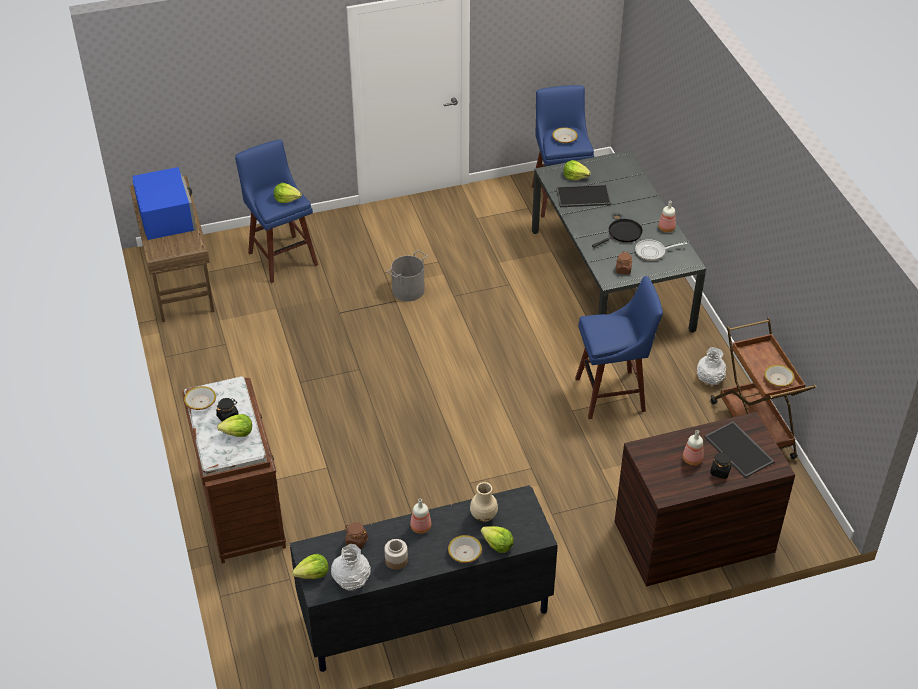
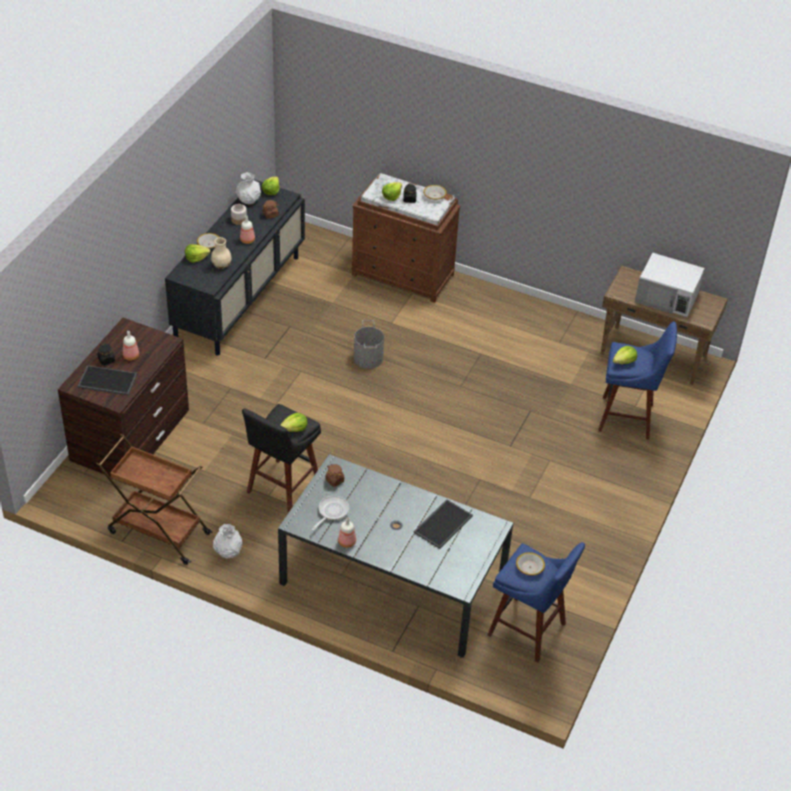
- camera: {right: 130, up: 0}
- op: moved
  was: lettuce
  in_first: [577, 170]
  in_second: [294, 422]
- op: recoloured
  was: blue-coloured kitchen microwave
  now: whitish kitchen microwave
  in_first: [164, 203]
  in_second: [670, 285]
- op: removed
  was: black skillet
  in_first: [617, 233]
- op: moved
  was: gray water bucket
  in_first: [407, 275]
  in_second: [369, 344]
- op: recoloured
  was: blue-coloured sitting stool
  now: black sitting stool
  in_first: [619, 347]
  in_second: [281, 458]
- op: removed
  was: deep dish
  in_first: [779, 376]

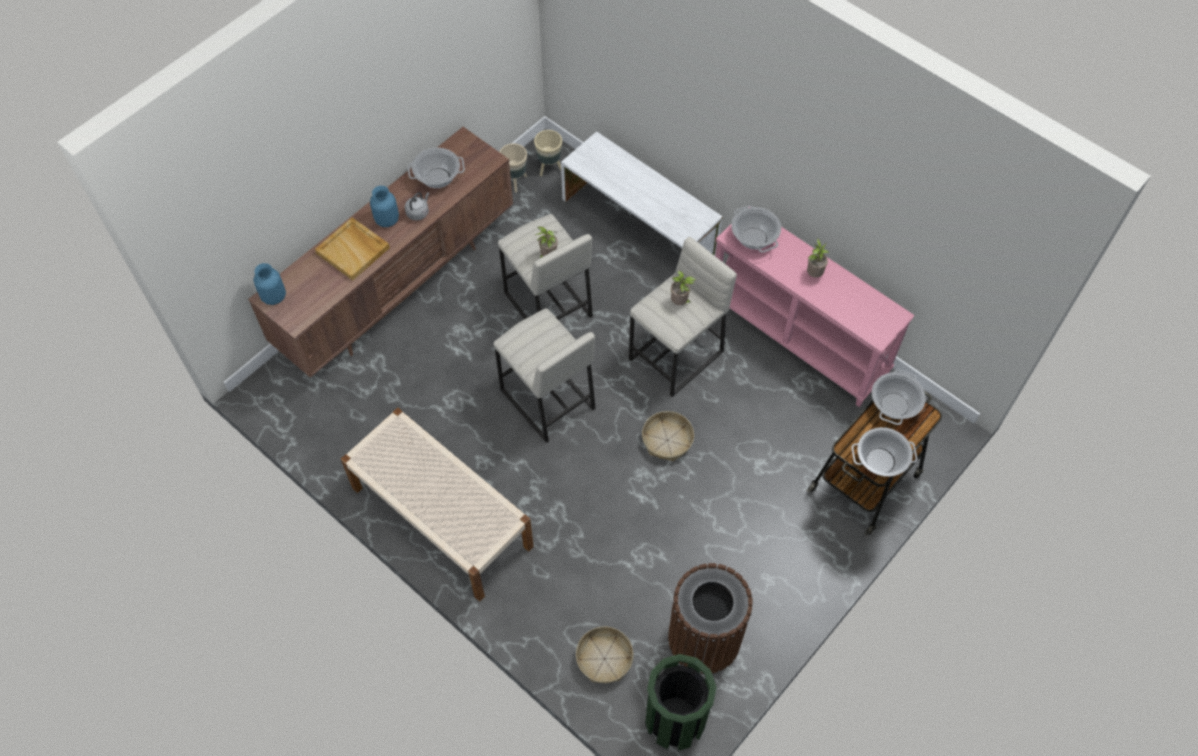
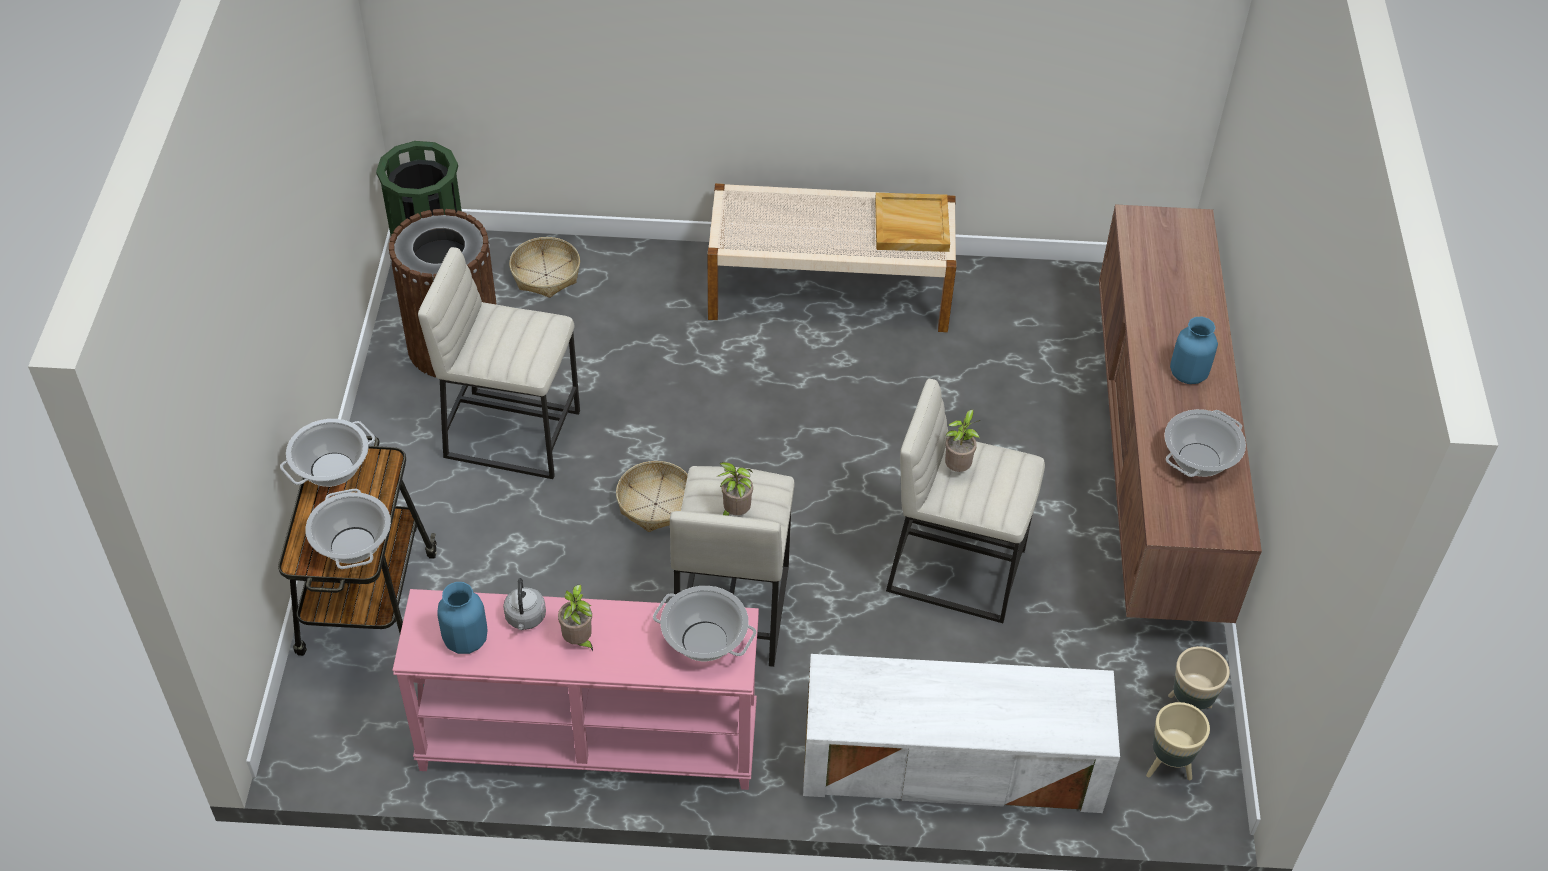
- camera: {right: 140, up: -10}
- op: moved
  was: gray kettle
  in_first: [417, 206]
  in_second: [524, 604]
- op: moved
  was: sand-coloured carrying tray
  in_first: [352, 249]
  in_second: [912, 222]
- op: moved
  was: blue-coloured flower vase
  in_first: [269, 284]
  in_second: [462, 618]
- op: moved
  was: sand-coloured sitting stool
  in_first: [544, 375]
  in_second: [499, 363]

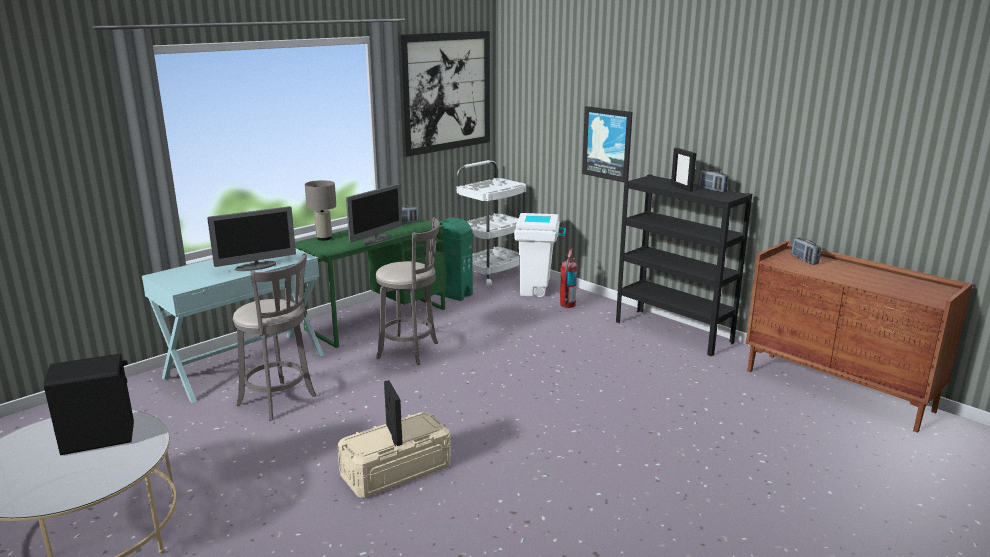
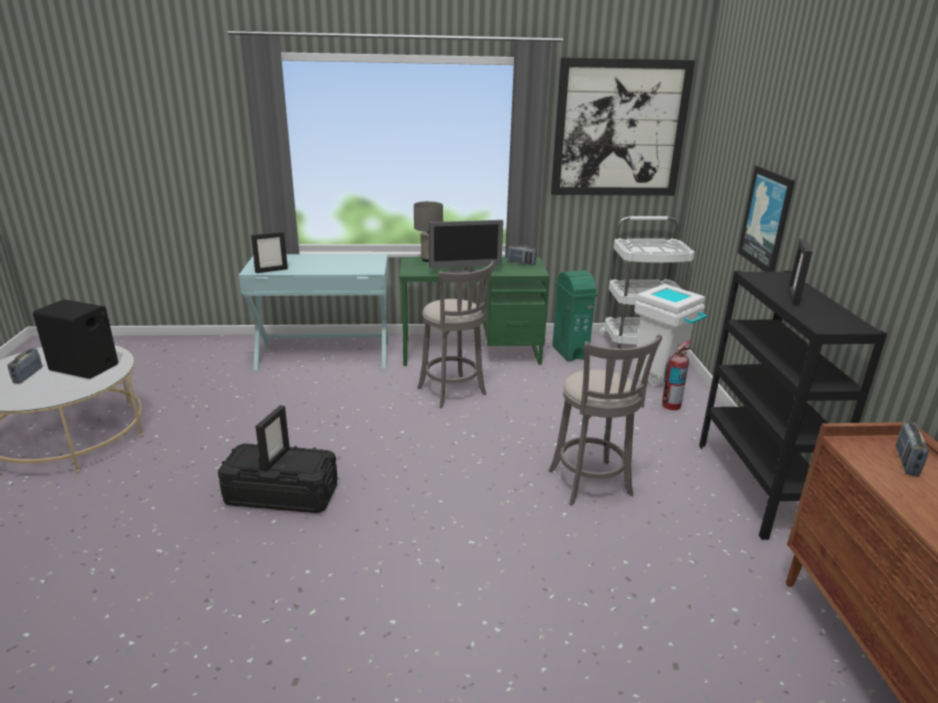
- camera: {right: 40, up: 5}
- op: moved
  was: radio set
  in_first: [714, 181]
  in_second: [24, 366]
- op: removed
  was: monitor
  in_first: [251, 238]
- op: moved
  was: gray sitting stool
  in_first: [274, 337]
  in_second: [605, 419]
- op: recoloured
  was: sand-coloured storage bin
  now: black storage bin
  in_first: [394, 455]
  in_second: [278, 478]
- op: added
  now: standing frame
  in_second: [269, 252]

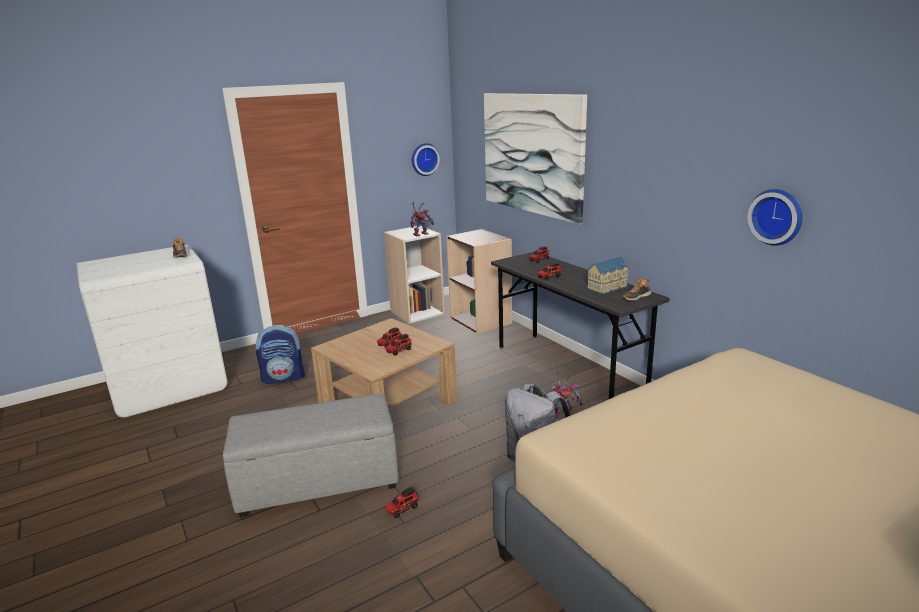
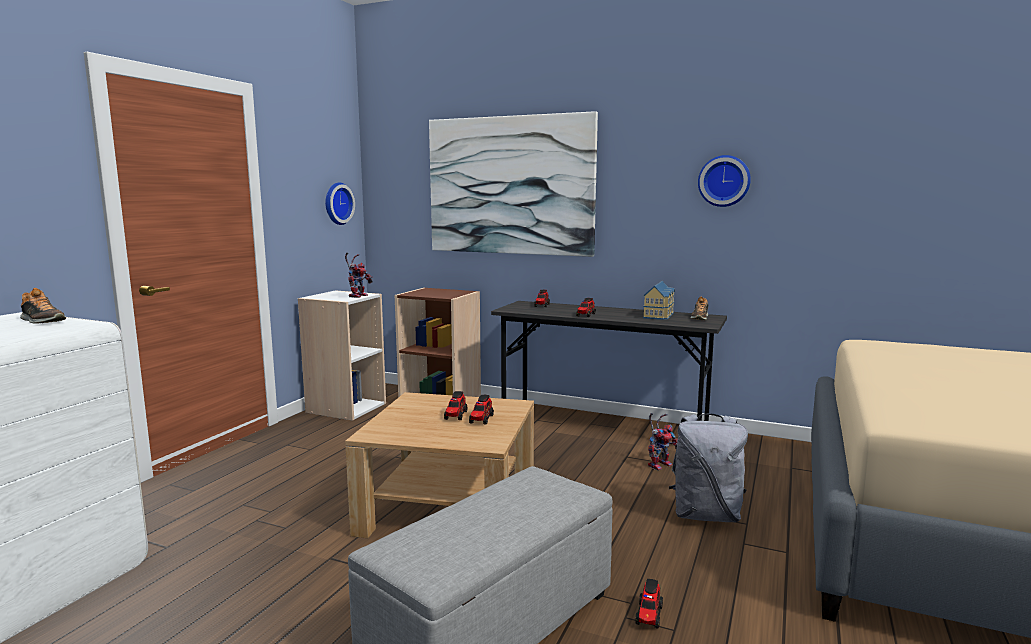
- camera: {right: -35, up: -10}
- op: moved
  was: clock on the wall
  in_first: [775, 217]
  in_second: [724, 181]
- op: removed
  was: backpack
  in_first: [280, 354]

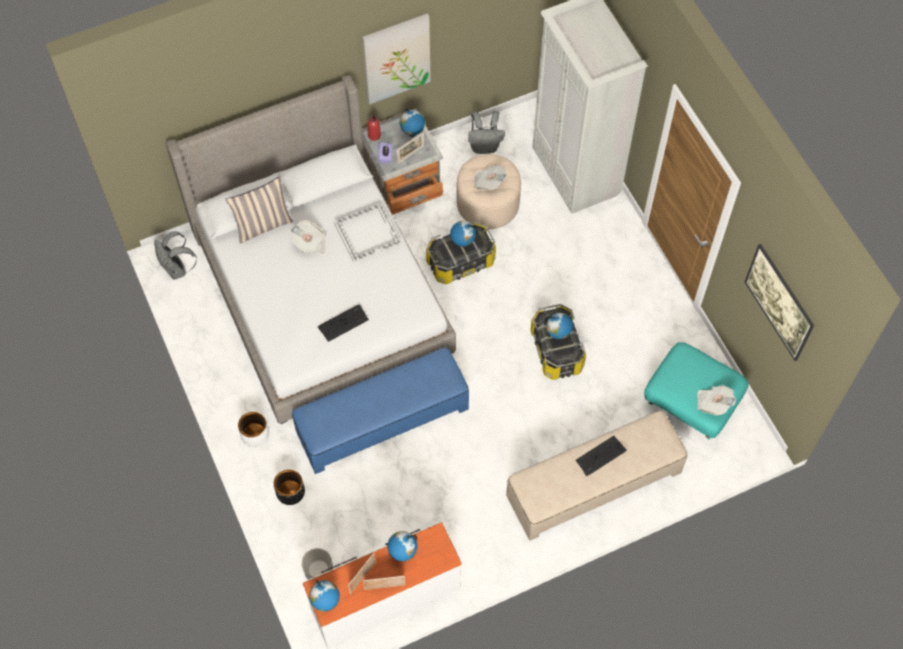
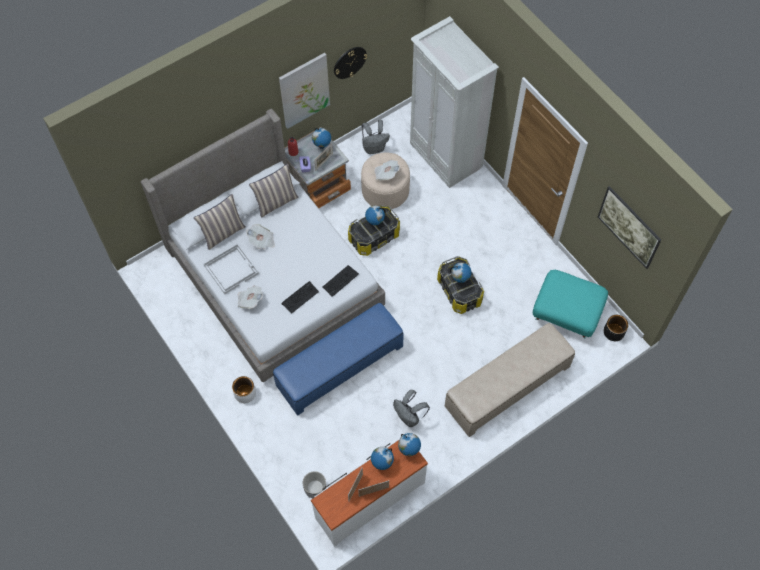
- camera: {right: -10, up: 0}
- op: moved
  was: whitish carrying tray
  in_first: [367, 233]
  in_second: [231, 269]
- op: moved
  was: gray backpack
  in_first: [175, 255]
  in_second: [411, 408]
- op: moved
  was: newspaper
  in_first: [716, 400]
  in_second: [250, 297]
- op: moved
  was: keyboard
  in_first: [601, 456]
  in_second: [341, 281]
- op: moved
  was: black flower pot
  in_first: [289, 487]
  in_second: [616, 328]
- op: moved
  was: desk globe
  in_first: [324, 595]
  in_second: [409, 444]
- op: added
  now: clock on the wall
  in_second: [350, 63]
- op: added
  now: throw pillow
  in_second: [274, 191]

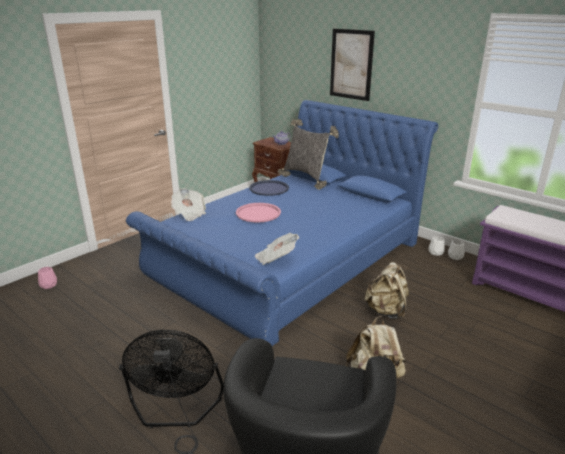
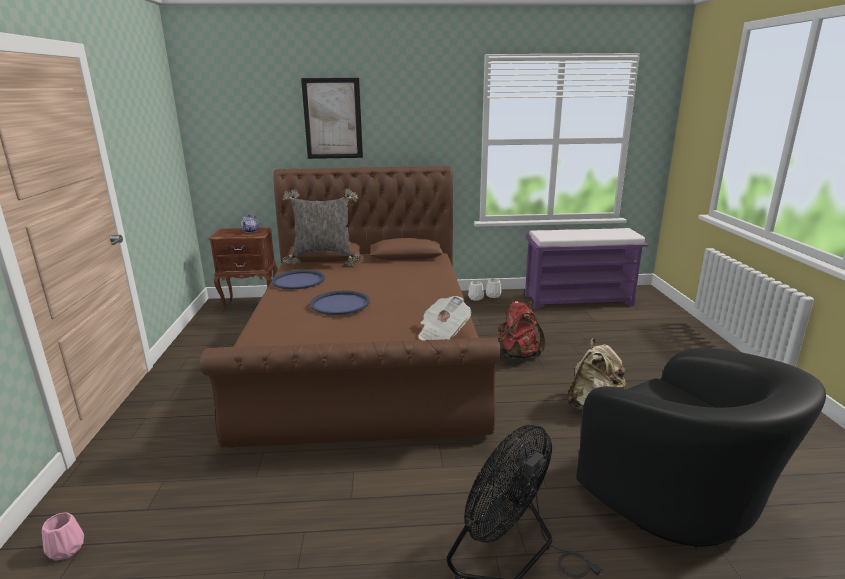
- camera: {right: -45, up: -5}
- op: recoloured
  was: blue-coloured sleeping bed
  now: brown sleeping bed
  in_first: [282, 223]
  in_second: [350, 307]
- op: removed
  was: newspaper
  in_first: [188, 204]
- op: recoloured
  was: pinkish carrying tray
  now: blue-coloured carrying tray
  in_first: [258, 213]
  in_second: [340, 303]
- op: recoloured
  was: sand-coloured backpack
  now: red-coloured backpack
  in_first: [387, 291]
  in_second: [522, 329]

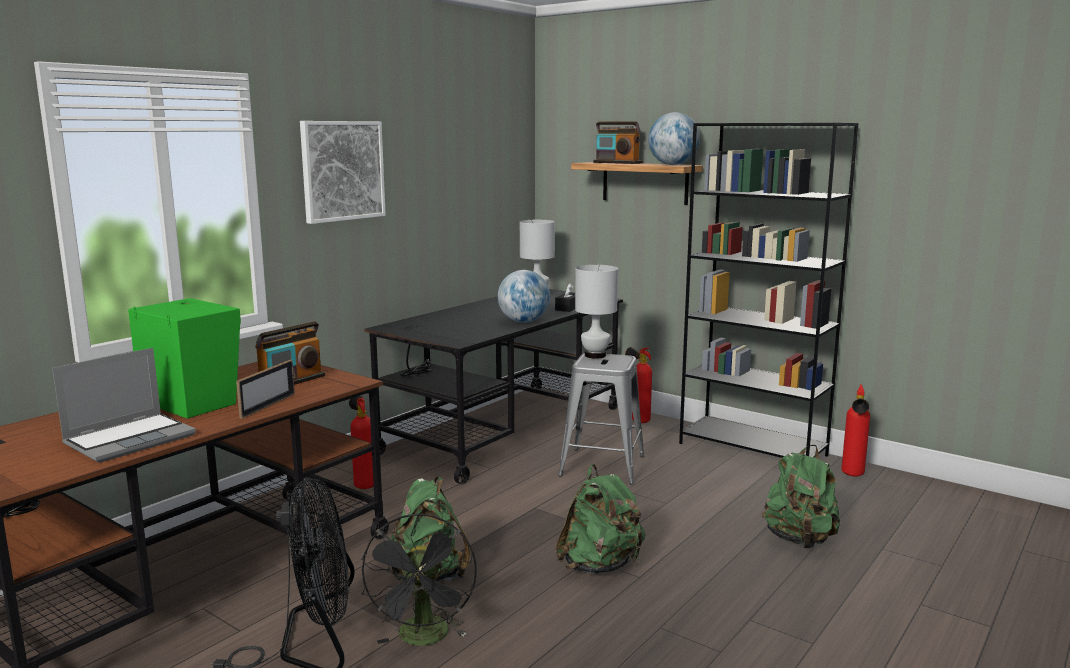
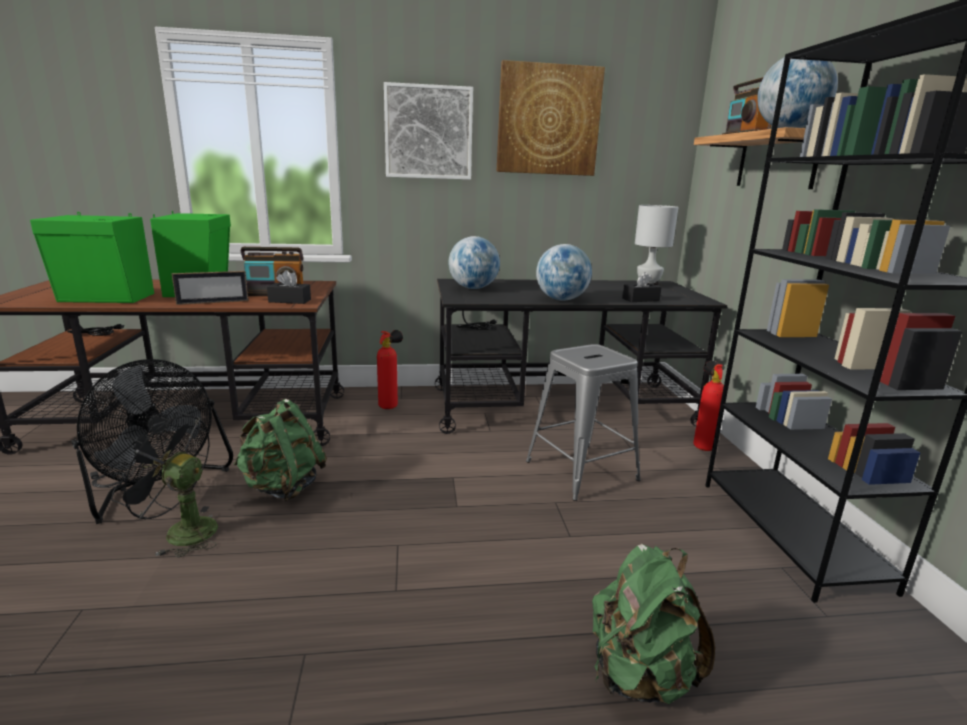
- camera: {right: 45, up: 5}
- op: removed
  was: whitish tabletop lamp
  in_first: [596, 312]
- op: replaced
  was: laptop
  now: green-coloured audio speaker
  in_first: [124, 405]
  in_second: [92, 257]
- op: removed
  was: extinguisher
  in_first: [855, 430]
- op: removed
  was: green-coloured backpack
  in_first: [600, 519]
- op: turned
  was: black fan
  in_first: [419, 579]
  in_second: [163, 484]
  clockwise: 60
- op: added
  now: picture
  in_second: [550, 118]
- op: added
  now: desk globe
  in_second: [474, 262]
- op: added
  now: black tissue box
  in_second: [289, 287]

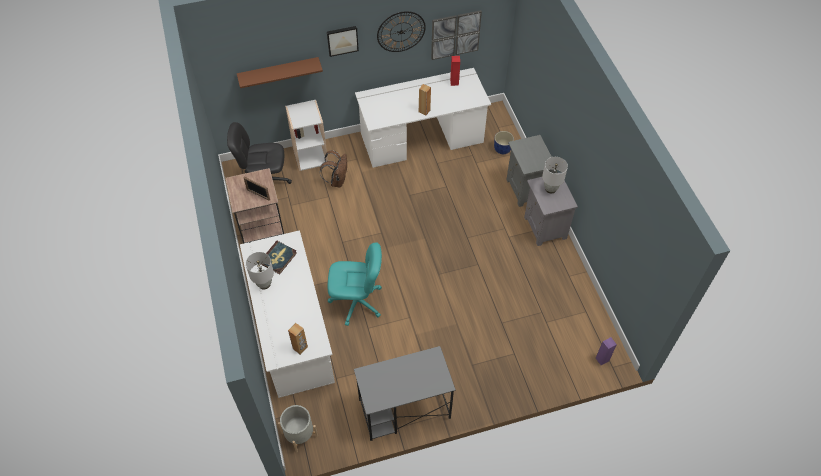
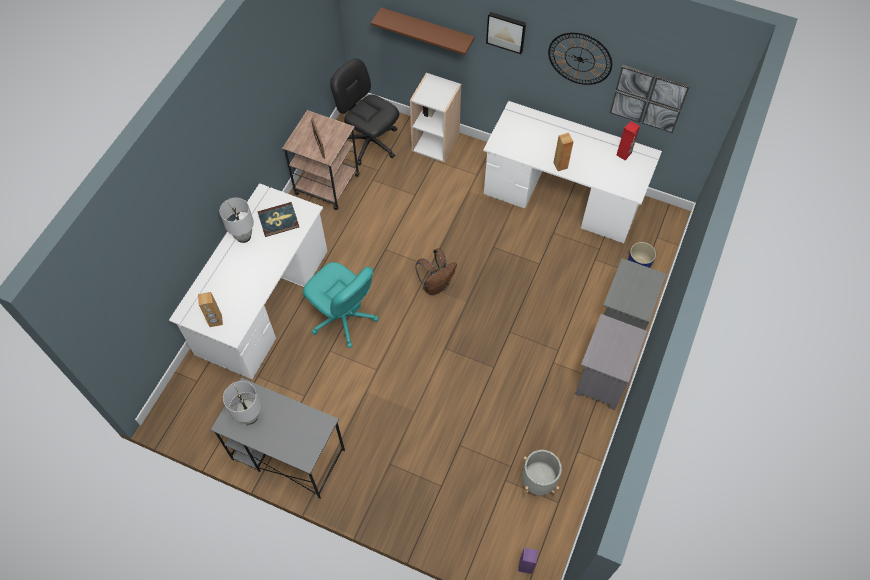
- camera: {right: 40, up: 5}
- op: moved
  was: brown backpack
  in_first: [333, 168]
  in_second: [436, 271]
- op: moved
  was: whitish tabletop lamp
  in_first: [555, 175]
  in_second: [242, 402]
- op: moved
  was: gray flower pot
  in_first: [298, 429]
  in_second: [541, 474]

